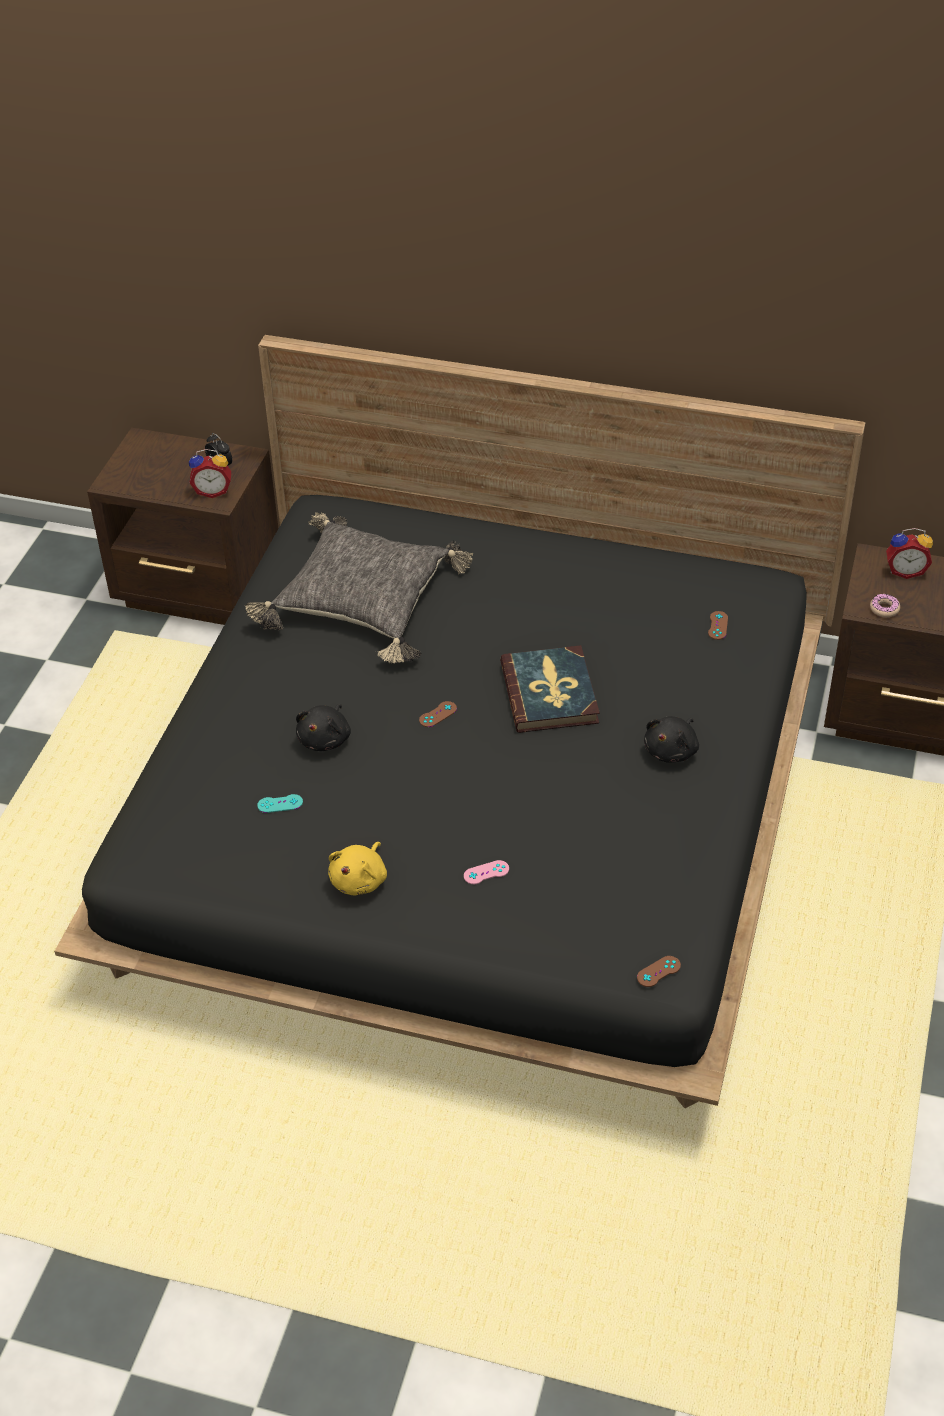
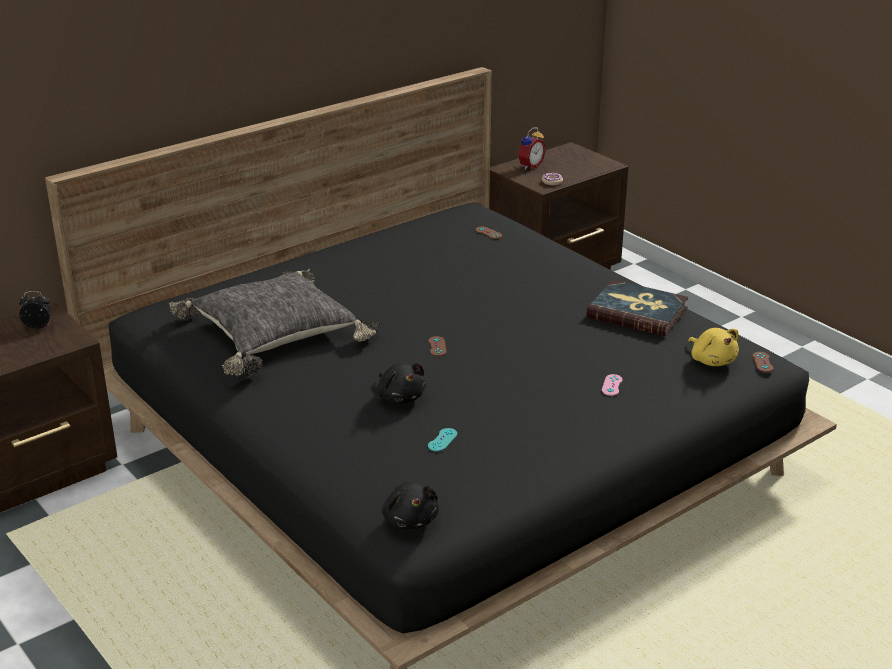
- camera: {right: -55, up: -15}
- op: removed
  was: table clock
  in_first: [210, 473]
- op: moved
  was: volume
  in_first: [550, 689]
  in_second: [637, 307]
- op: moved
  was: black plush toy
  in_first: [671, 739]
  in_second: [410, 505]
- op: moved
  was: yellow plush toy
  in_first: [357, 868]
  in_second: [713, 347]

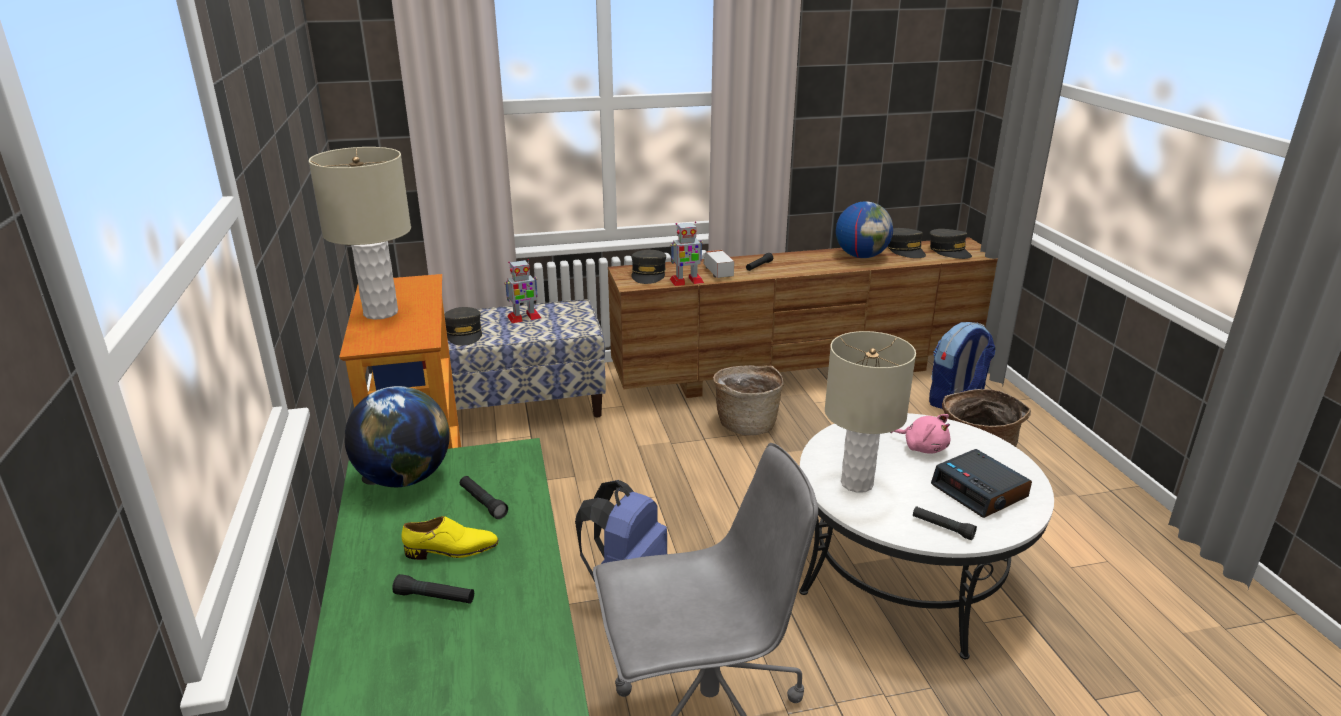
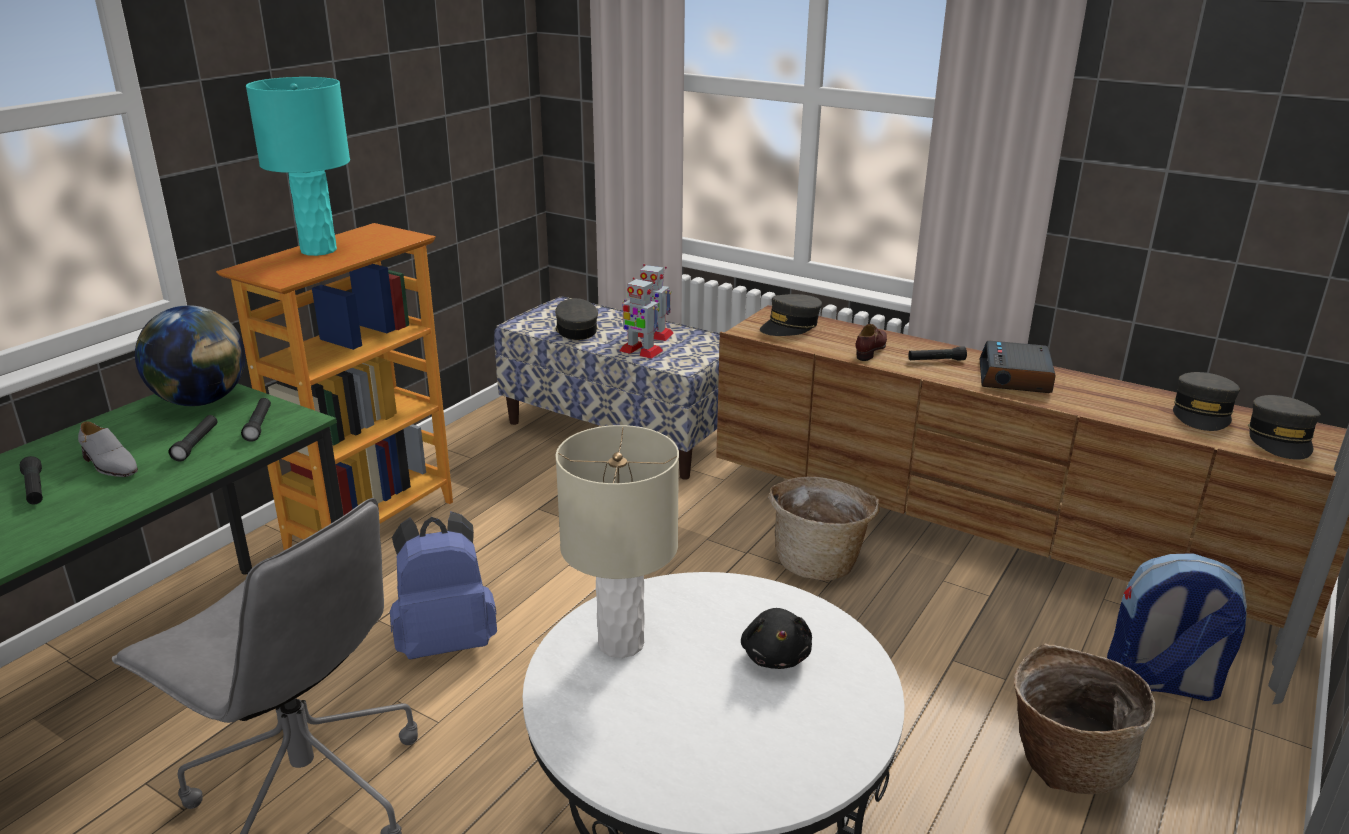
- camera: {right: 45, up: 0}
- op: recoloured
  was: sand-coloured tabletop lamp
  now: turquoise-coloured tabletop lamp
  in_first: [360, 233]
  in_second: [298, 166]
- op: removed
  was: desk globe
  in_first: [864, 229]
- op: moved
  was: toy robot
  in_first: [687, 254]
  in_second: [641, 318]
- op: replaced
  was: model truck
  now: brown shoe
  in_first: [718, 264]
  in_second: [871, 342]
- op: turned
  was: gray baseball cap
  in_first: [463, 326]
  in_second: [576, 319]
  clockwise: 135
- op: recoloured
  was: pinkish plush toy
  now: black plush toy
  in_first: [920, 434]
  in_second: [776, 638]
- op: moved
  was: table clock
  in_first: [981, 483]
  in_second: [1017, 366]
- op: moved
  was: black flashlight
  in_first: [945, 523]
  in_second: [256, 420]
- op: recoloured
  was: yellow shoe
  now: gray shoe
  in_first: [450, 538]
  in_second: [108, 449]

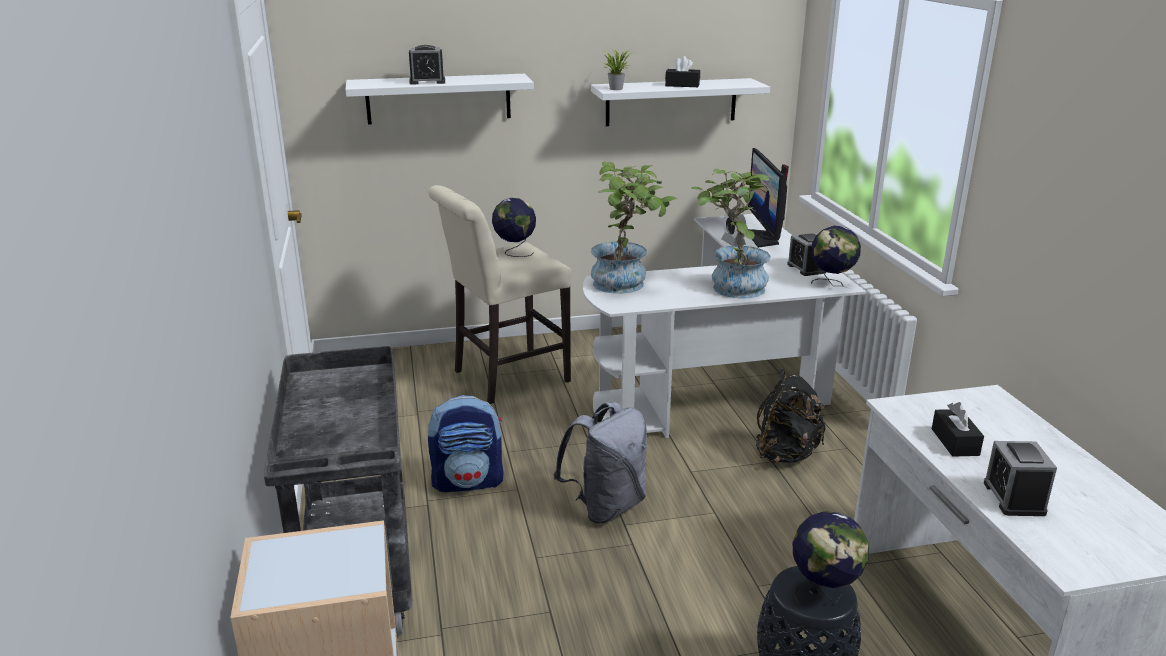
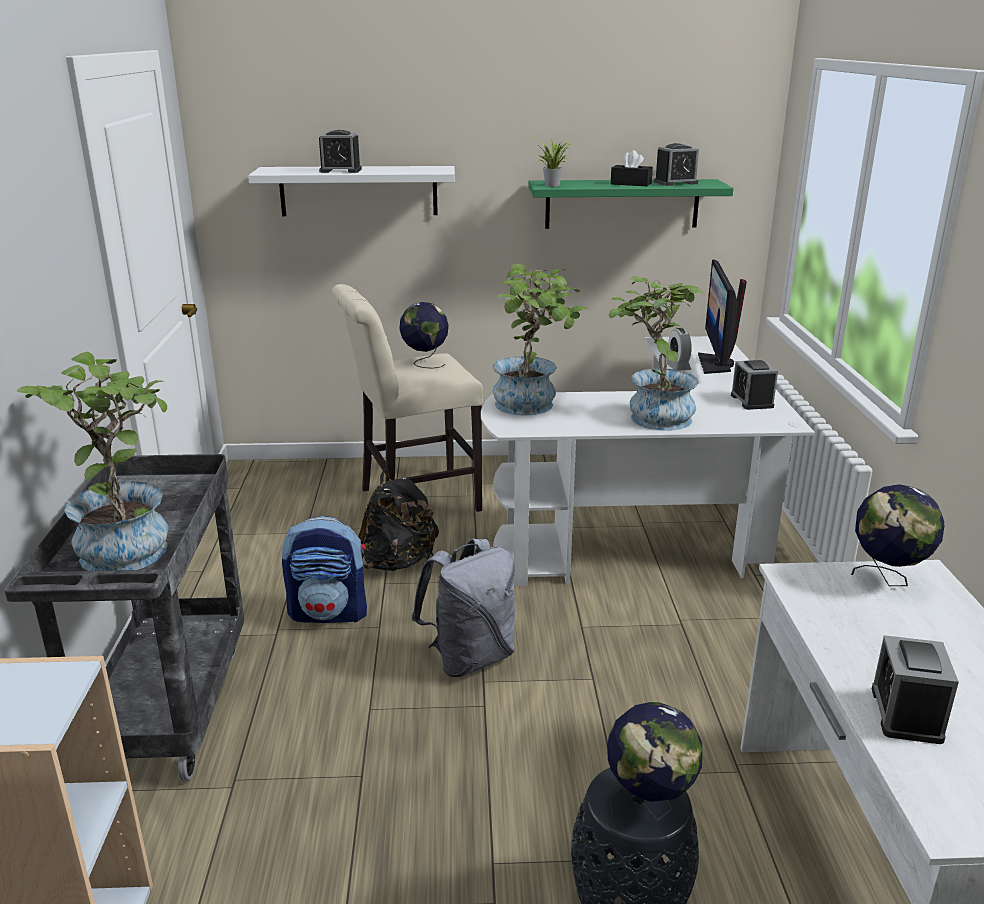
- camera: {right: 10, up: 0}
- op: recoloured
  was: whitish bracket shelf
  now: green-coloured bracket shelf
  in_first: [680, 102]
  in_second: [631, 204]
- op: moved
  was: desk globe
  in_first: [836, 256]
  in_second: [897, 535]
- op: moved
  was: black backpack
  in_first: [790, 416]
  in_second: [398, 520]
- op: removed
  was: black tissue box
  in_first: [958, 429]
- op: added
  now: table clock
  in_second: [676, 164]
- op: added
  now: plant in a pot
  in_second: [93, 461]

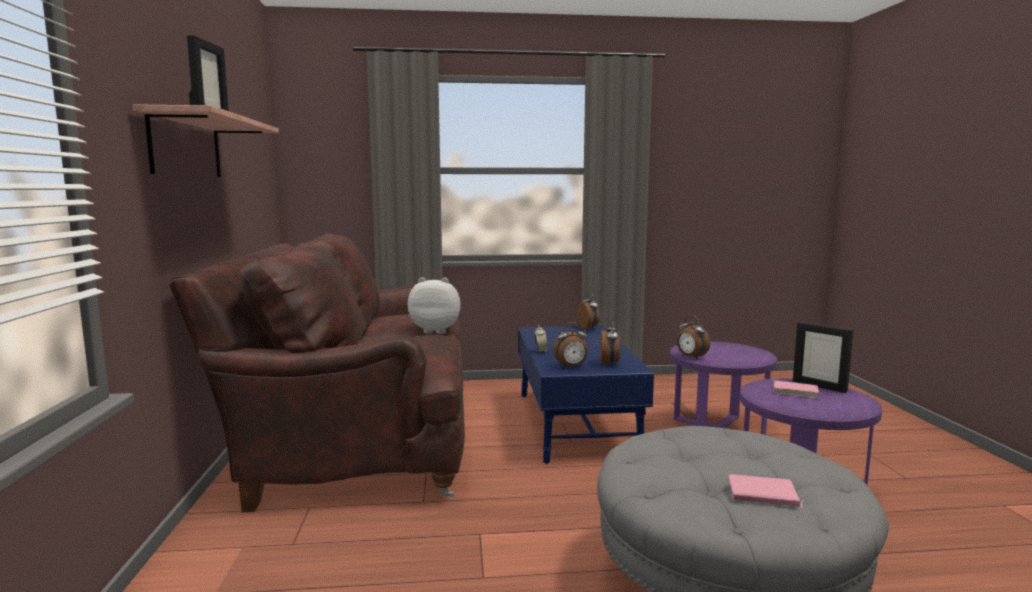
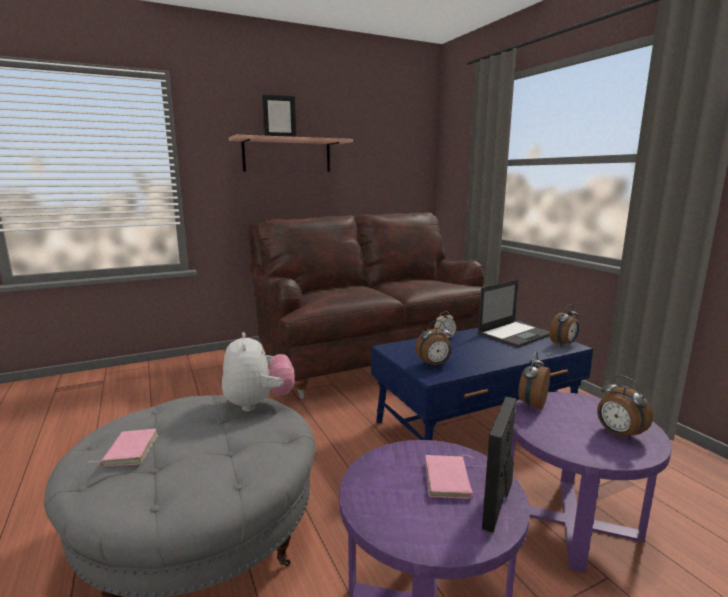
- camera: {right: 70, up: 5}
- op: moved
  was: plush toy
  in_first: [434, 305]
  in_second: [258, 372]
- op: moved
  was: table clock
  in_first: [570, 345]
  in_second: [625, 408]
- op: added
  now: laptop
  in_second: [513, 314]

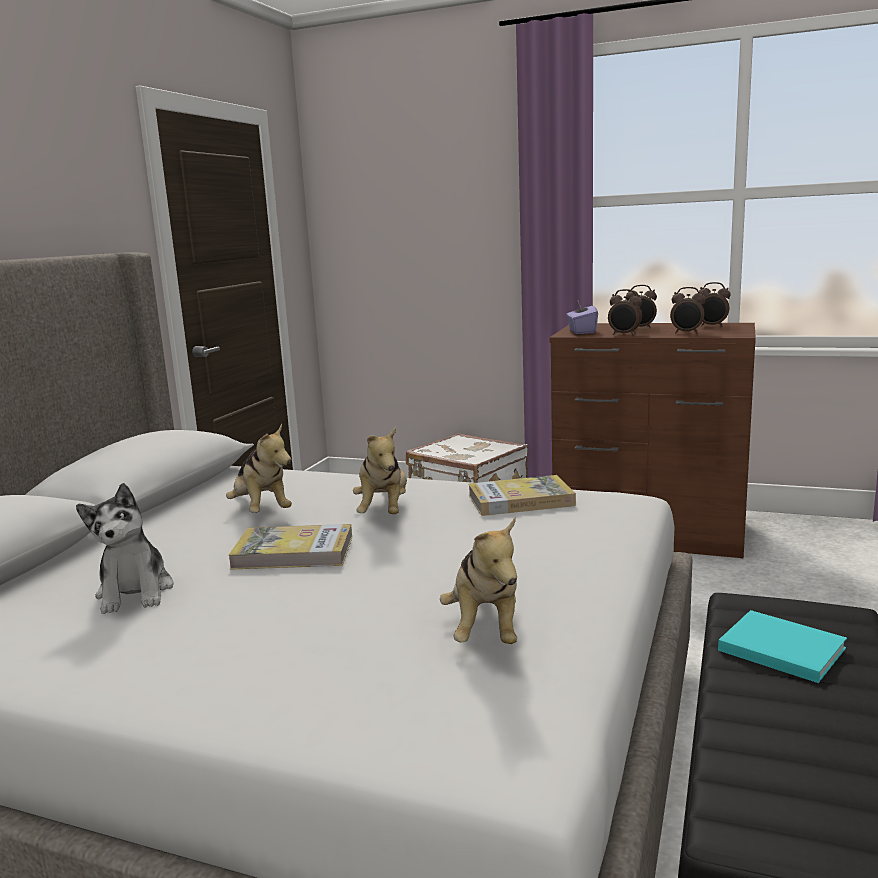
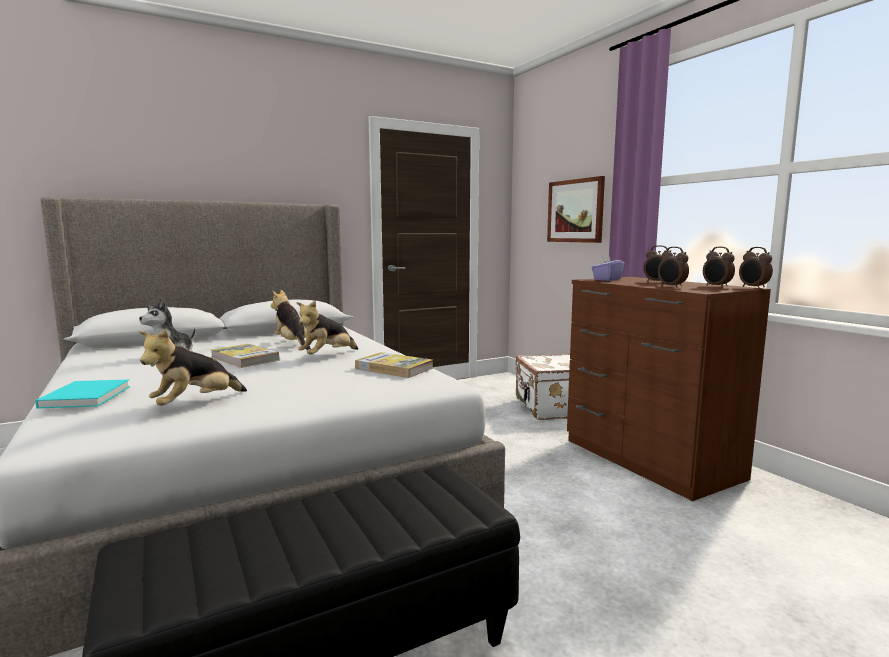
- camera: {right: 40, up: -5}
- op: moved
  was: table clock
  in_first: [625, 312]
  in_second: [756, 268]
- op: turned
  was: plush toy
  in_first: [259, 468]
  in_second: [291, 320]
  clockwise: 135
- op: moved
  was: turquoise-coloured volume
  in_first: [782, 646]
  in_second: [82, 394]
- op: added
  now: picture
  in_second: [576, 209]

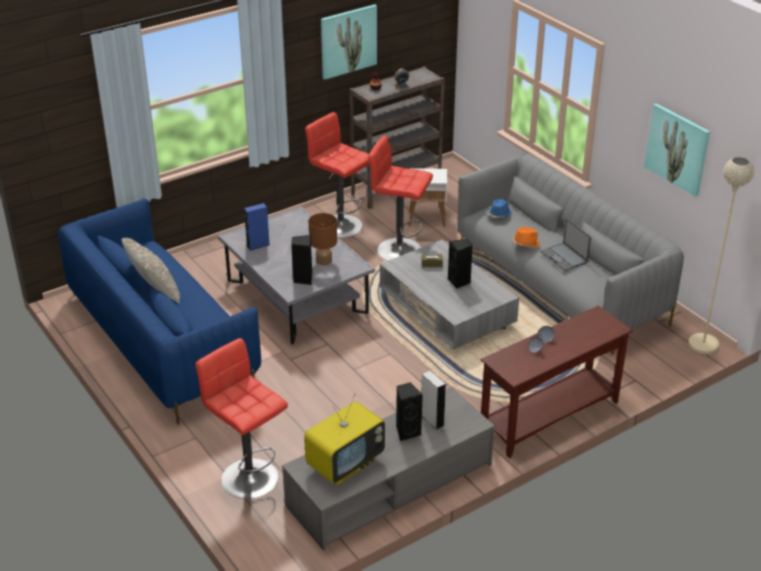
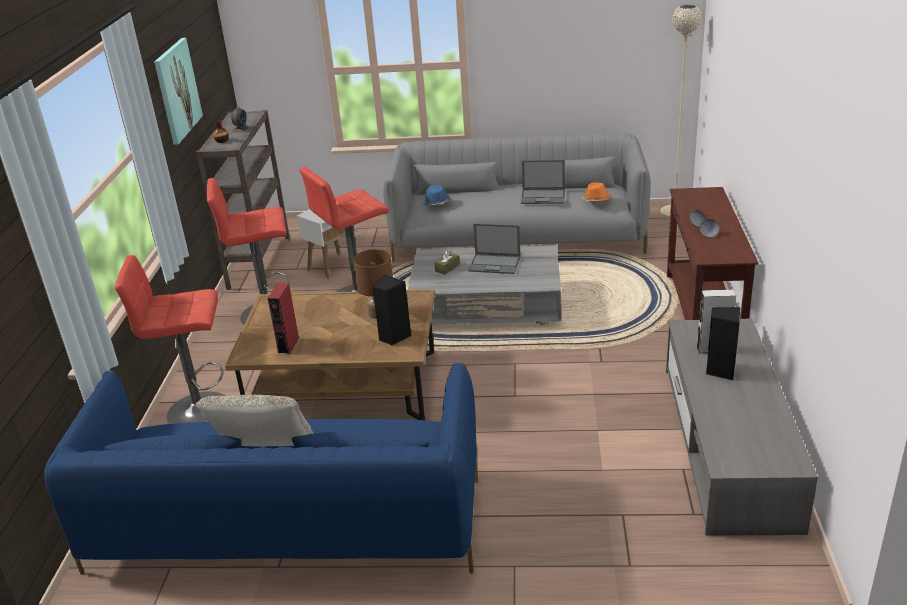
- camera: {right: -50, up: -5}
- op: removed
  was: picture
  in_first: [677, 150]
- op: recoloured
  was: blue-coloured audio speaker
  now: red-coloured audio speaker
  in_first: [257, 227]
  in_second: [283, 318]
- op: recoloured
  was: gray coffee table
  now: brown coffee table
  in_first: [296, 275]
  in_second: [330, 354]
- op: moved
  was: orange hat
  in_first: [526, 237]
  in_second: [597, 192]
- op: replaced
  was: black audio speaker
  now: laptop
  in_first: [460, 264]
  in_second: [494, 248]
- op: moved
  was: red-coloured sitting stool
  in_first: [241, 418]
  in_second: [170, 339]
- op: removed
  was: television
  in_first: [344, 439]

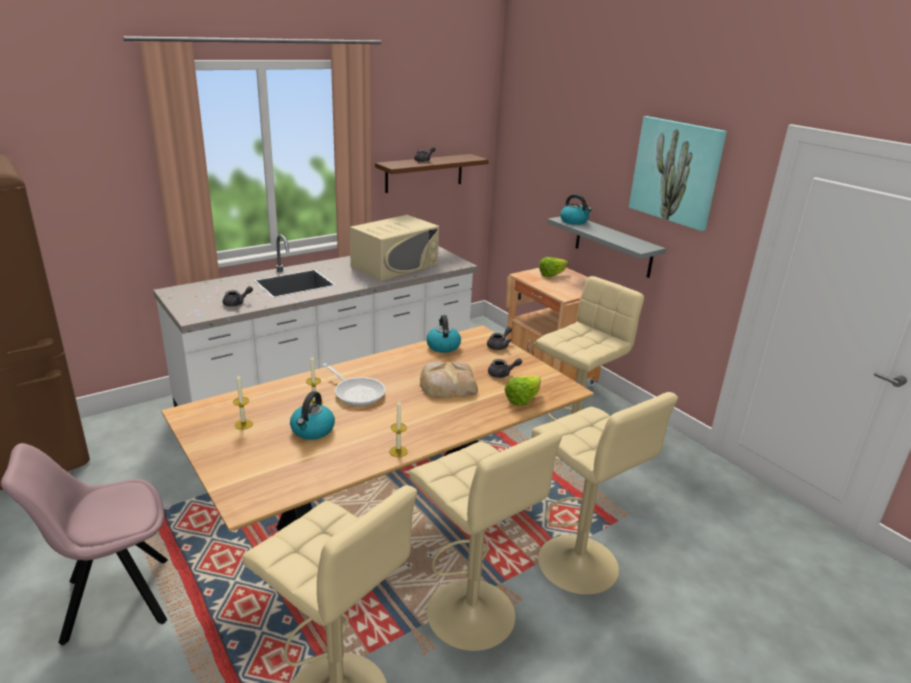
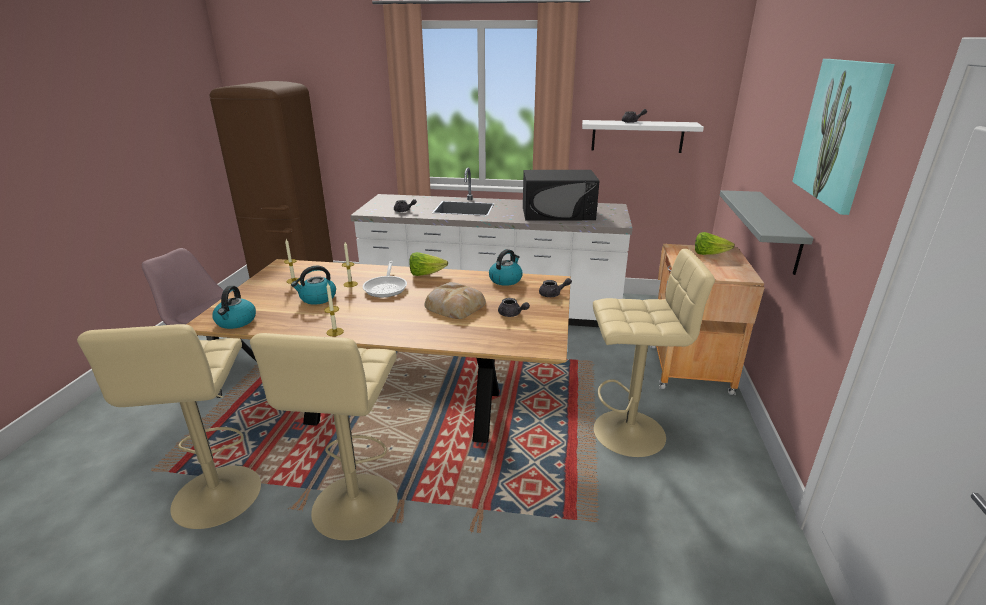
- camera: {right: 45, up: 0}
- op: recoloured
  was: brown bracket shelf
  now: whitish bracket shelf
  in_first: [432, 173]
  in_second: [643, 136]
- op: moved
  was: kettle
  in_first: [576, 209]
  in_second: [234, 307]
- op: recoloured
  was: sand-coloured kitchen microwave
  now: black kitchen microwave
  in_first: [394, 248]
  in_second: [561, 195]
- op: moved
  was: lettuce
  in_first: [523, 391]
  in_second: [428, 264]
- op: removed
  was: sand-coloured sitting stool
  in_first: [605, 493]

